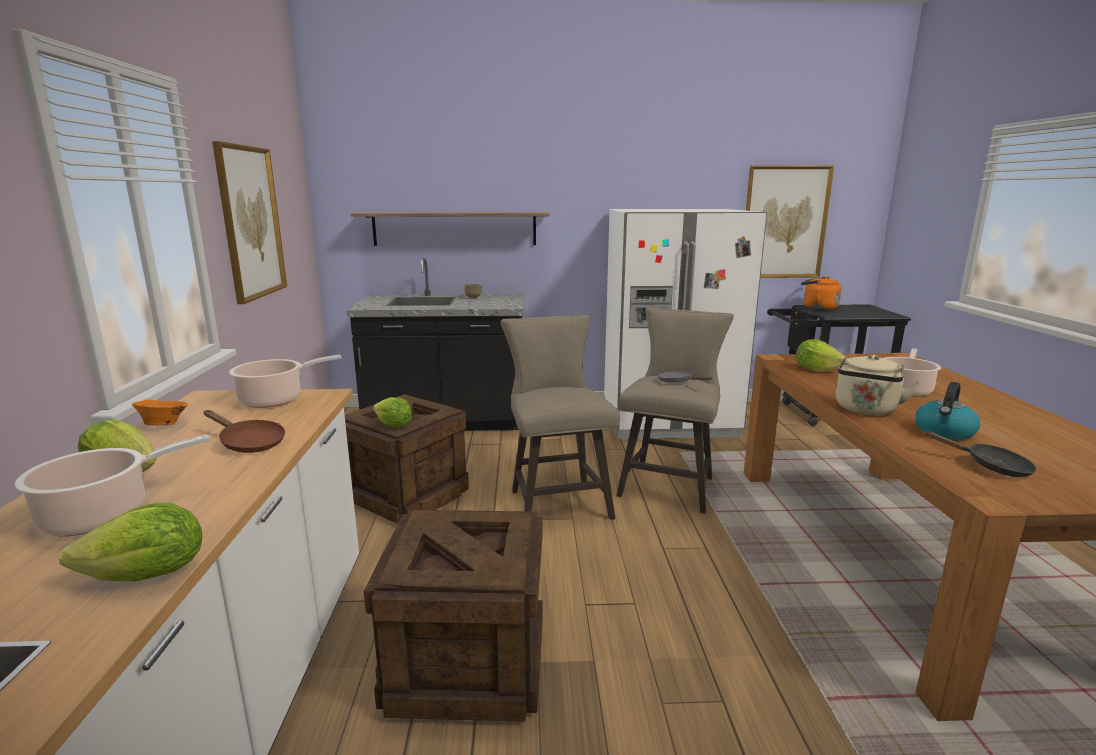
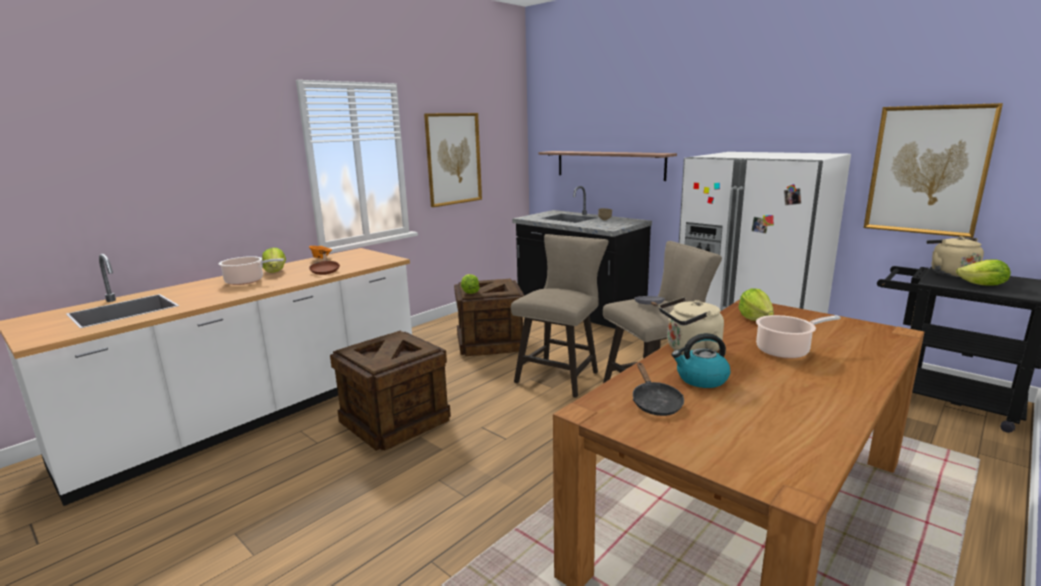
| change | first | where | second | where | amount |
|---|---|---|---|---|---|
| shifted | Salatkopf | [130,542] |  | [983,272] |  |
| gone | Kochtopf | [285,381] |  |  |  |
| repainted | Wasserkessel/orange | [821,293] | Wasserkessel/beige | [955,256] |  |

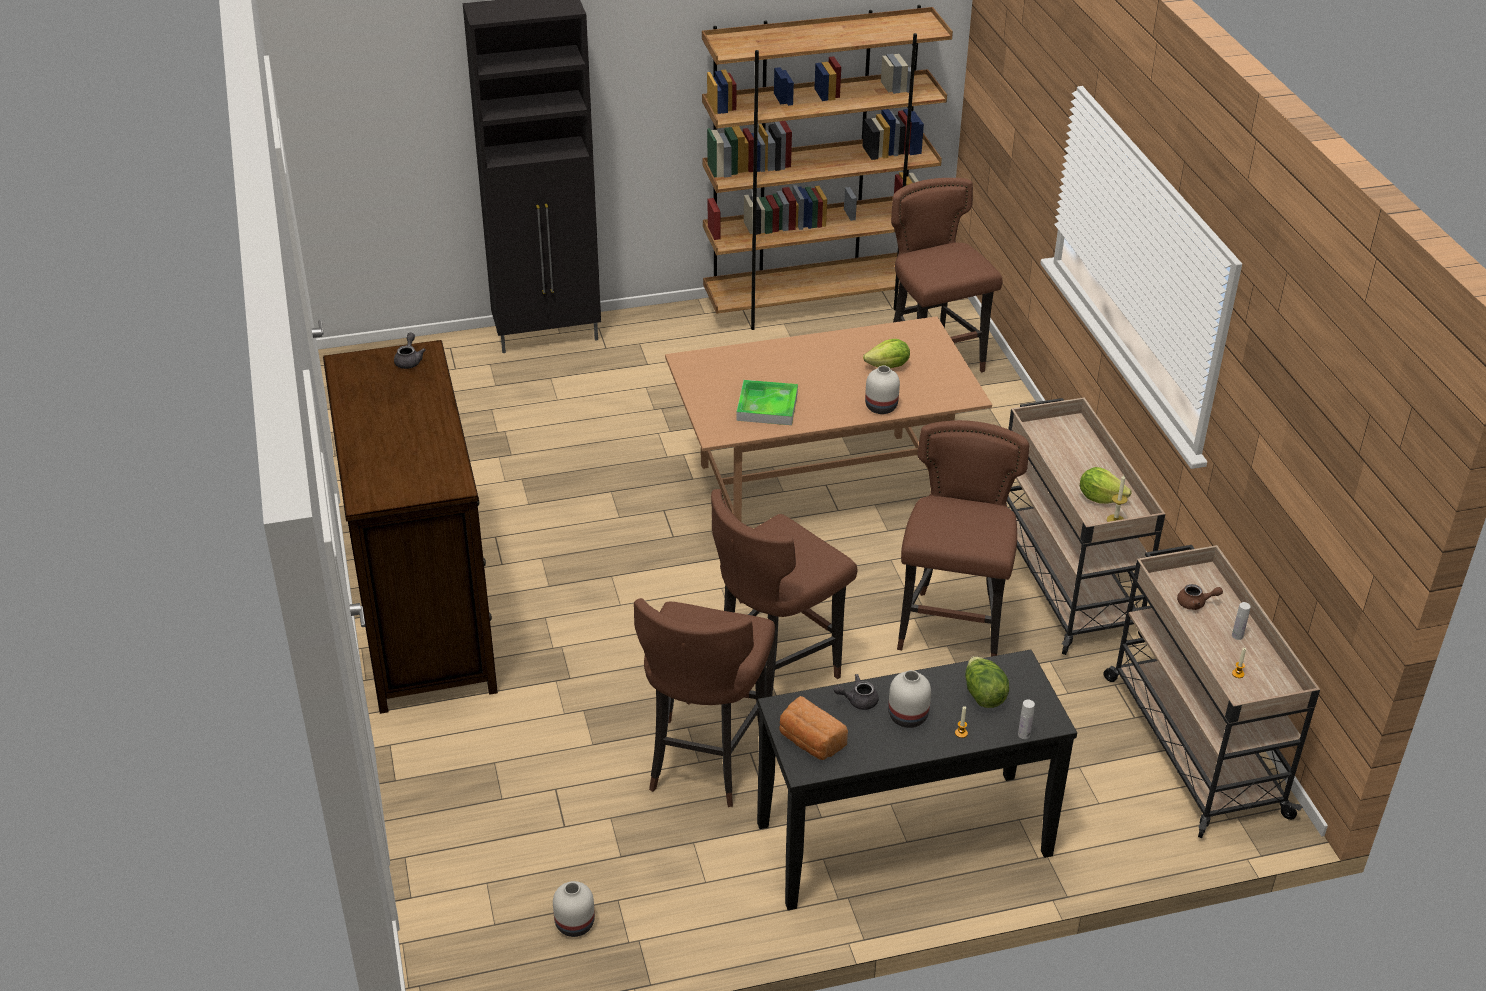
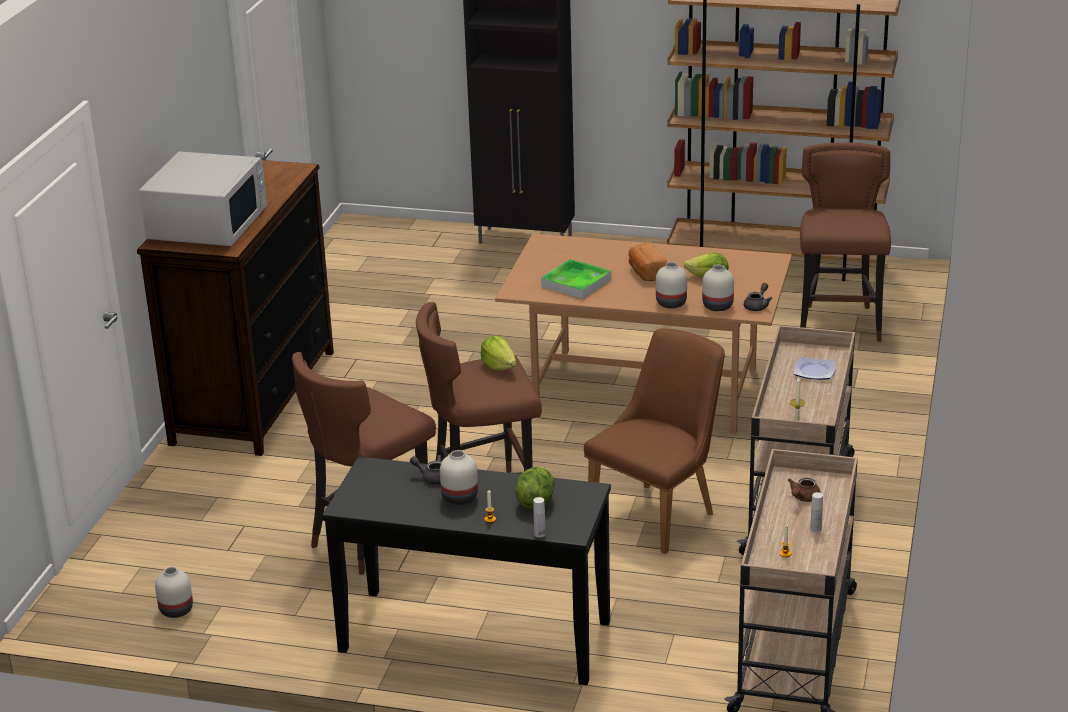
| change | first | where | second | where | amount |
|---|---|---|---|---|---|
| shifted | Teekanne/grau | [410,351] |  | [758,297] |  |
| shifted | Brot | [813,728] |  | [648,261] |  |
| swapped | Hocker/braun | [963,538] | Stuhl/braun | [654,441] |  |
| shifted | Salatkopf | [1105,485] |  | [499,353] |  |
| rotated | Teekanne/braun | [1200,597] |  | [804,490] | 90 degrees clockwise |
| new |  |  | Mikrowelle/weiß | [203,198] |  |
| new |  |  | Vase/weiß | [718,288] |  |
| new |  |  | Teller | [815,368] |  |

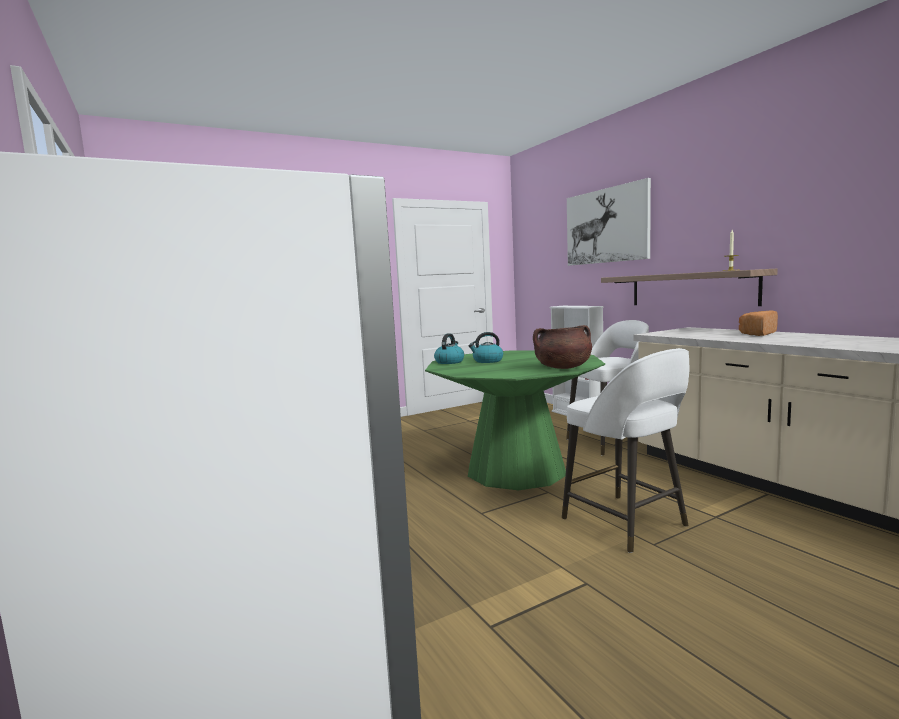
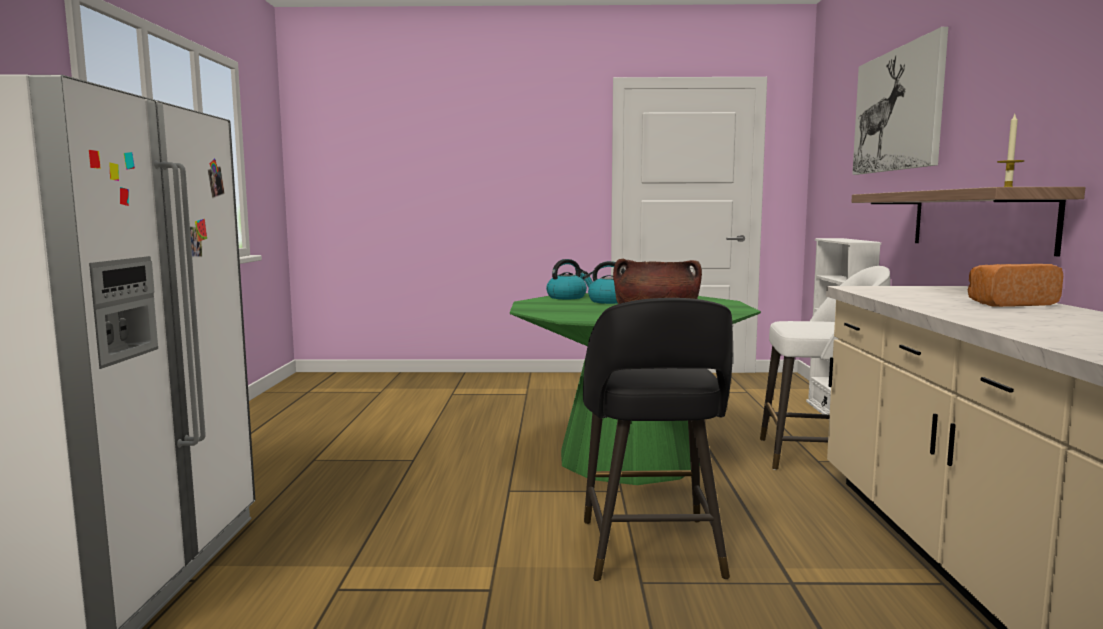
| change | first | where | second | where | amount |
|---|---|---|---|---|---|
| repainted | Hocker/weiß | [625,450] | Hocker/schwarz | [658,439] |  |

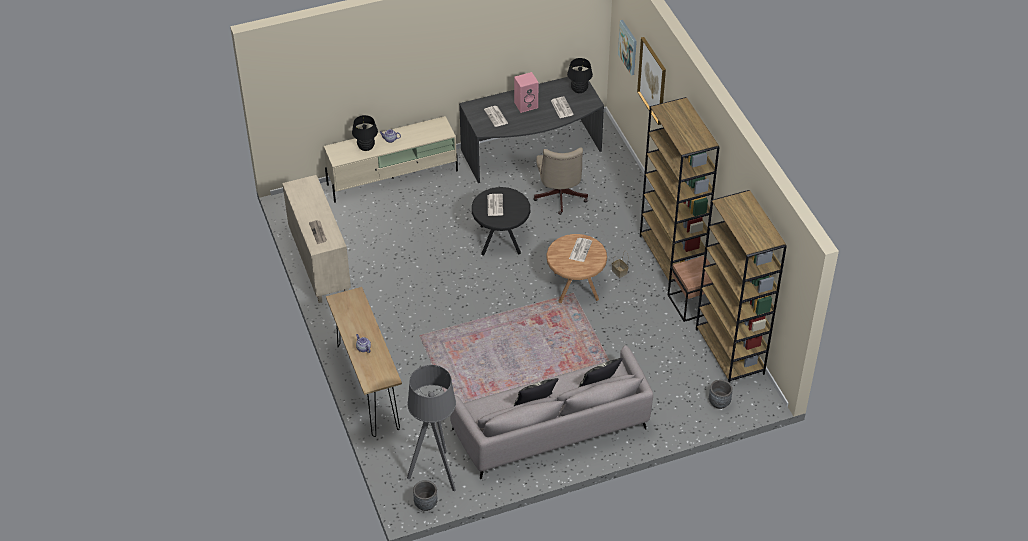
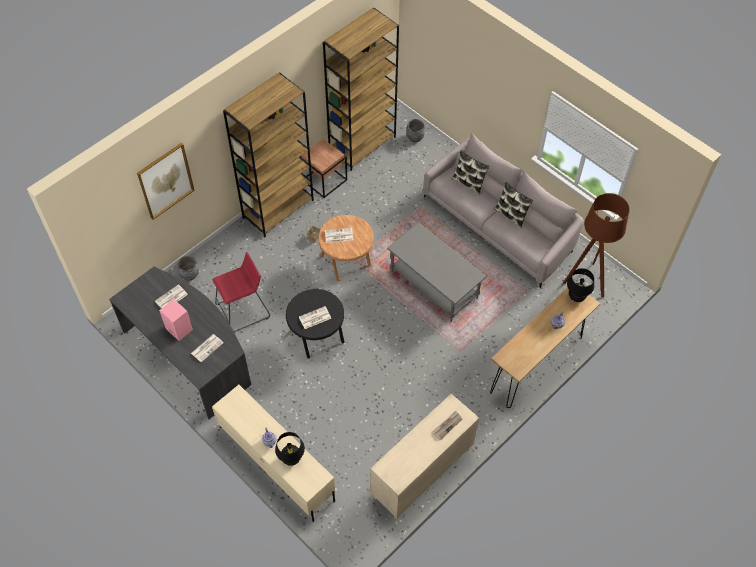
| change | first | where | second | where | amount |
|---|---|---|---|---|---|
| repainted | Stehlampe/grau | [431,428] | Stehlampe/braun | [596,245] |  |
| shifted | Pflanzkübel/grau | [425,495] |  | [188,268] |  |
| swapped | Bürostuhl/beige | [560,181] | Hocker/rot | [241,292] |  |
| shifted | Tischlampe/schwarz | [580,75] |  | [580,285] |  |
| gone | Bild | [627,48] |  |  |  |
| new |  |  | Couchtisch/grau | [437,272] |  |

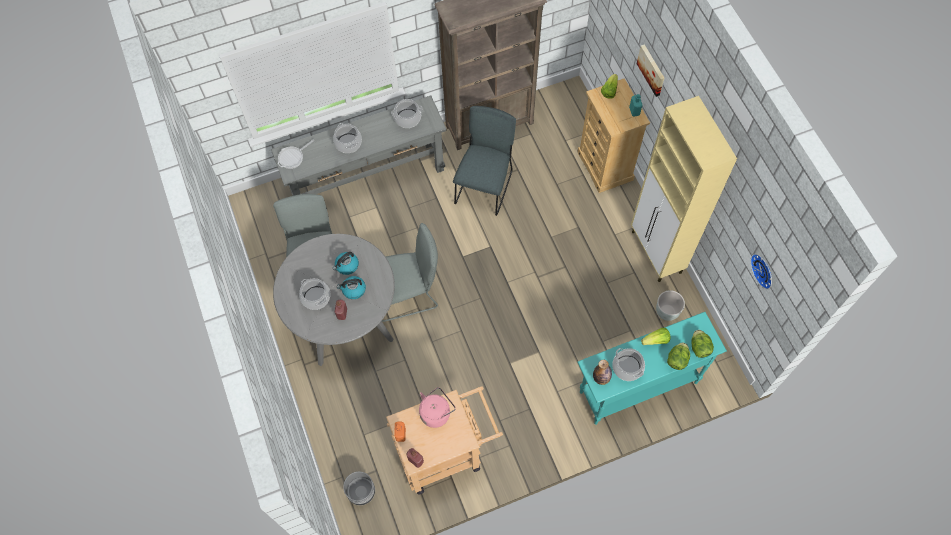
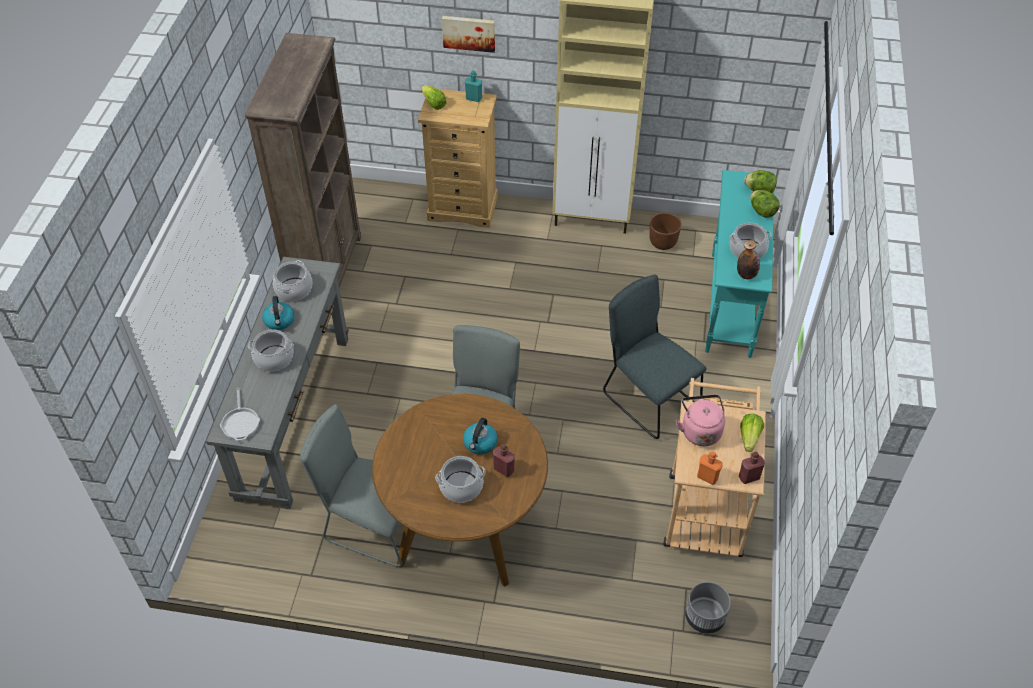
| change | first | where | second | where | amount |
|---|---|---|---|---|---|
| repainted | Esstisch/grau | [334,300] | Esstisch/braun | [460,490] |  |
| shifted | Wasserkessel | [346,263] |  | [278,313] |  |
| shifted | Stuhl/grau | [484,161] |  | [654,356] |  |
| shifted | Salatkopf | [656,336] |  | [752,432] |  |
| repainted | Pflanzkübel/grau | [670,305] | Pflanzkübel/braun | [665,231] |  |
| gone | Wanduhr | [761,271] |  |  |  |

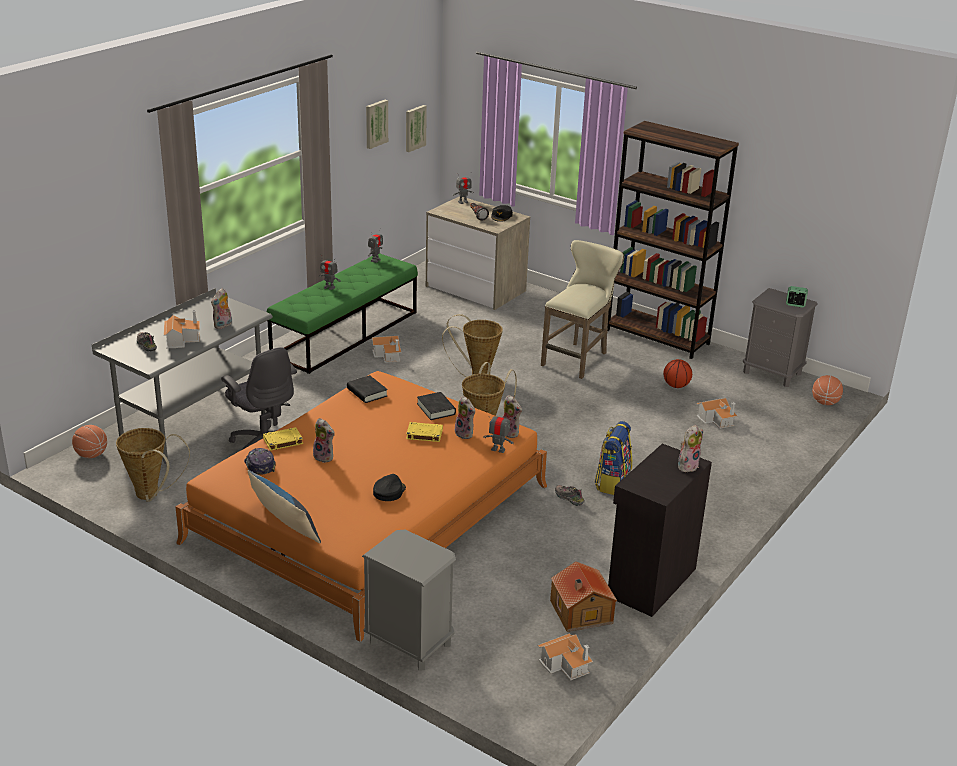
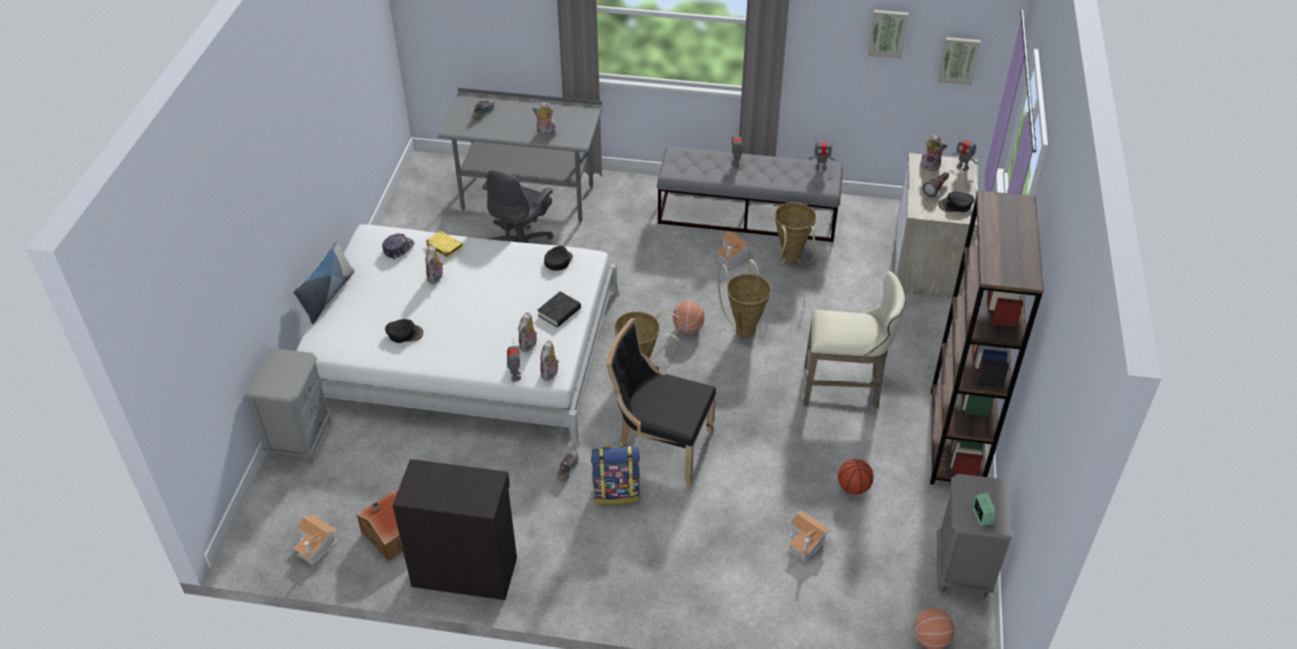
| change | first | where | second | where | amount |
|---|---|---|---|---|---|
| shifted | Basketball | [89,441] |  | [689,317] |  |
| shifted | Korb | [153,465] |  | [795,233] |  |
| gone | Spielzeughaus | [181,329] |  |  |  |
| repainted | Bett/orange | [361,506] | Bett/weiß | [457,335] |  |
| repainted | Bank/grün | [342,313] | Bank/grau | [750,194] |  |
| swapped | Buch/schwarz | [367,389] | Kappe/schwarz | [558,258] |  |
| gone | Buch/gelb | [424,432] |  |  |  |
| shifted | Plüschtier | [690,448] |  | [934,153] |  |
| new |  |  | Stuhl/schwarz | [661,401] |  |

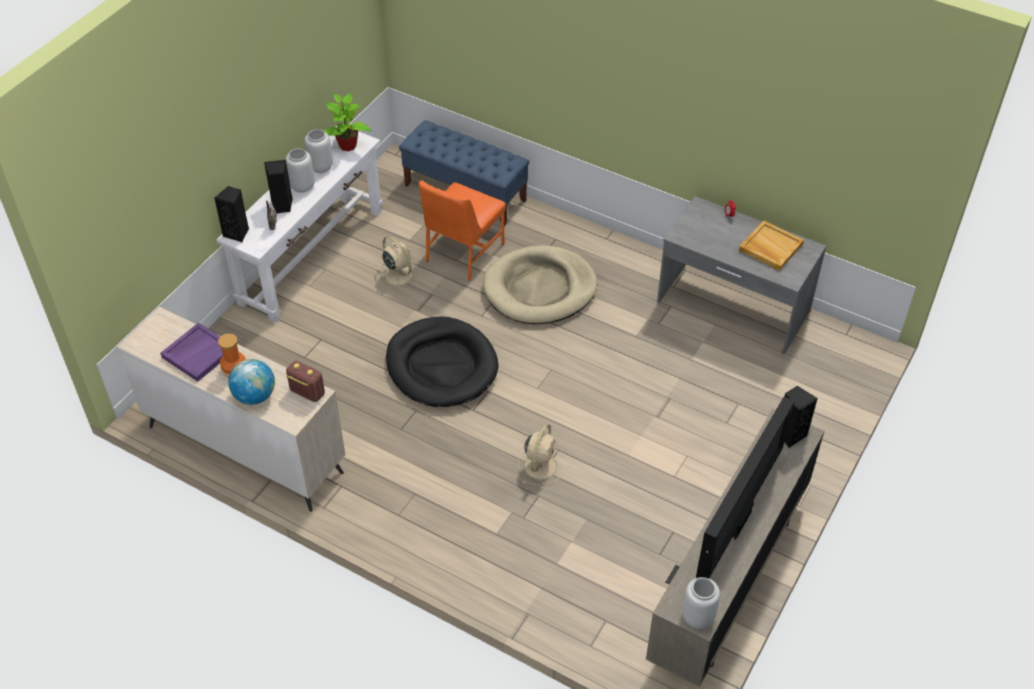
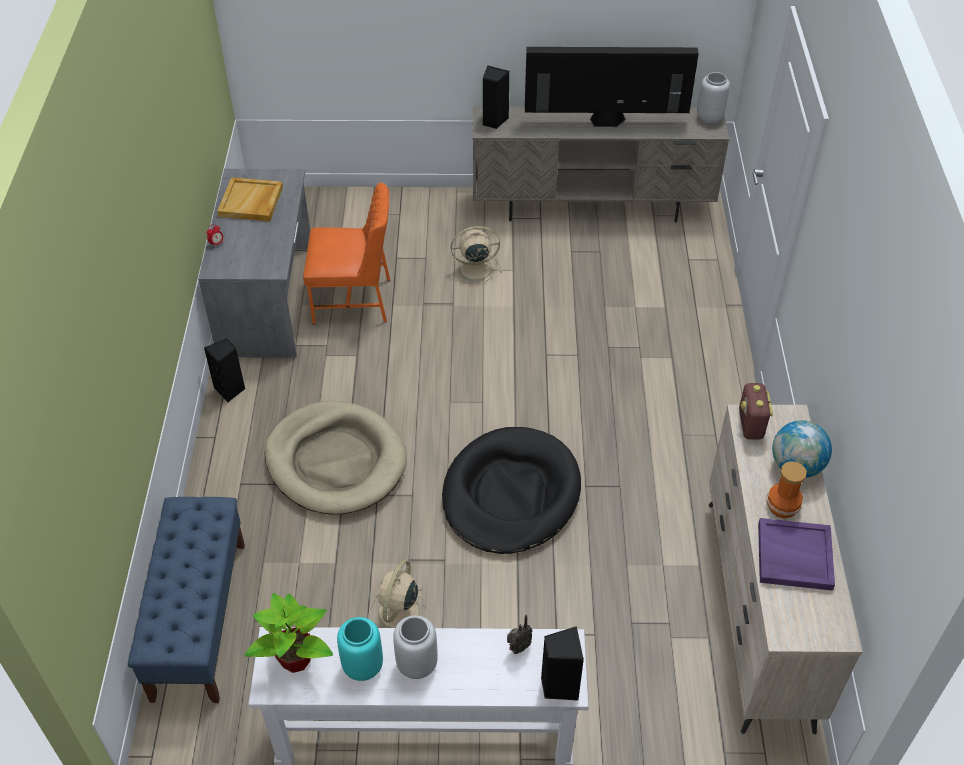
| change | first | where | second | where | amount |
|---|---|---|---|---|---|
| shifted | Lautsprecher/schwarz | [278,187] |  | [224,371] |  |
| repainted | Vase/grau | [318,151] | Vase/türkis | [360,649] |  |
| shifted | Stuhl/orange | [462,230] |  | [346,253] |  |
| shifted | Ventilator/beige | [541,455] |  | [476,256] |  |

